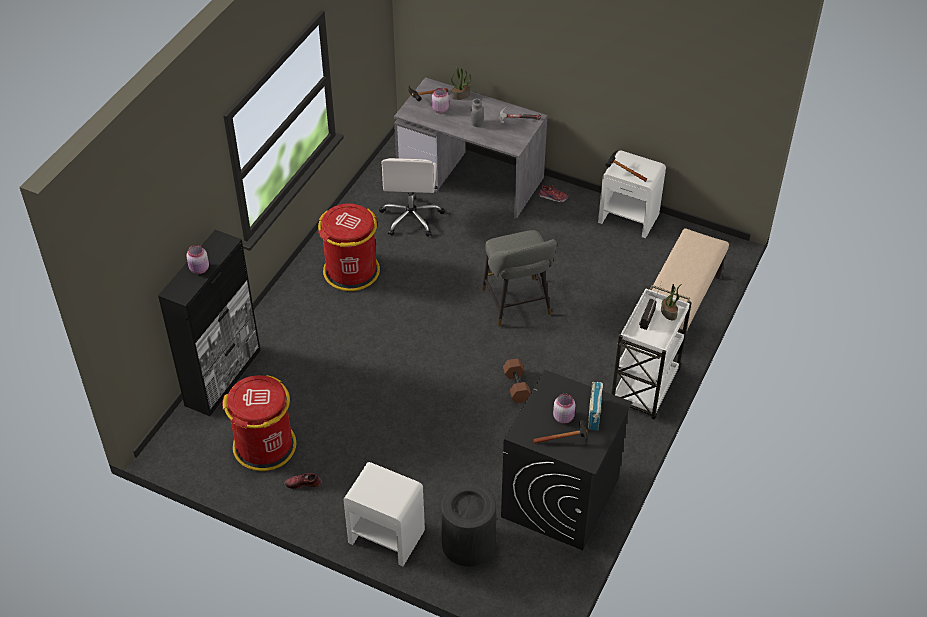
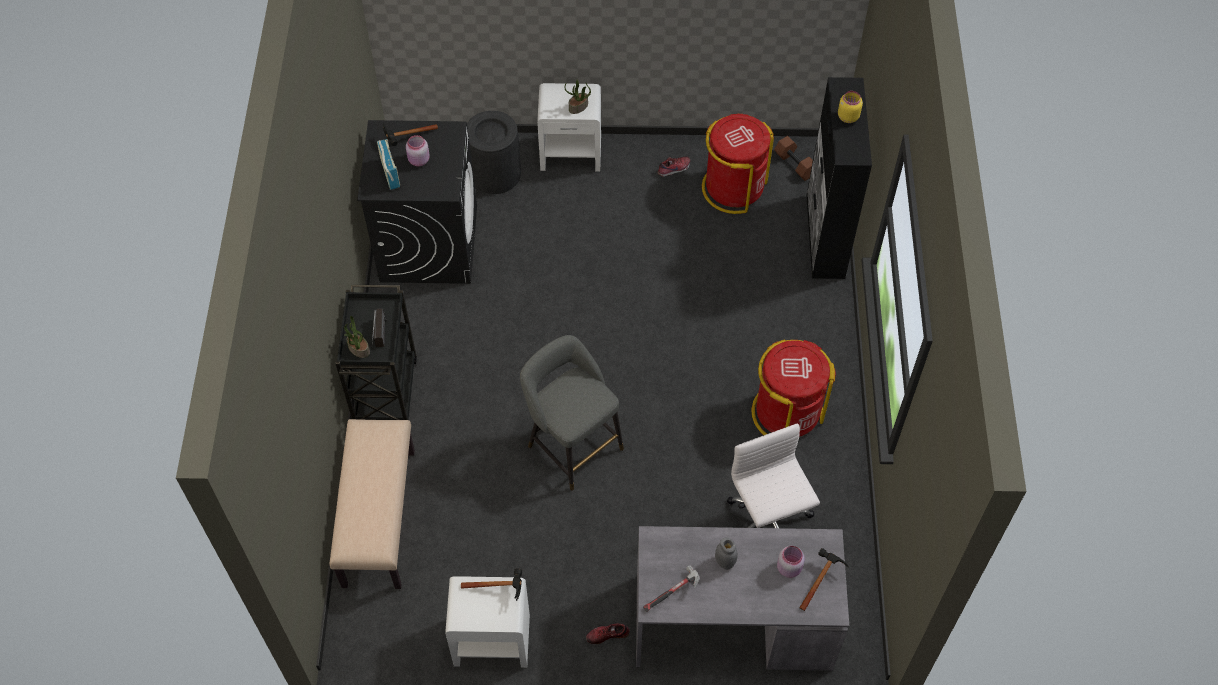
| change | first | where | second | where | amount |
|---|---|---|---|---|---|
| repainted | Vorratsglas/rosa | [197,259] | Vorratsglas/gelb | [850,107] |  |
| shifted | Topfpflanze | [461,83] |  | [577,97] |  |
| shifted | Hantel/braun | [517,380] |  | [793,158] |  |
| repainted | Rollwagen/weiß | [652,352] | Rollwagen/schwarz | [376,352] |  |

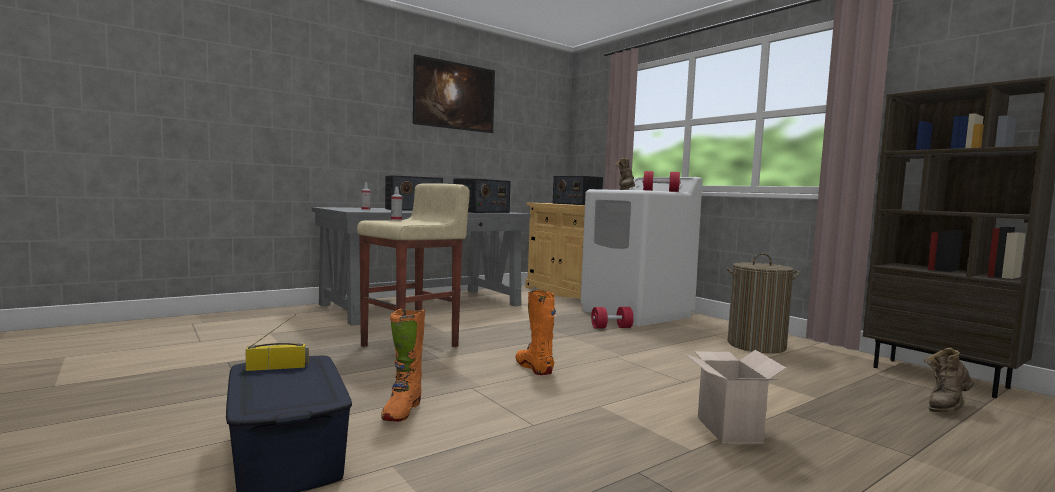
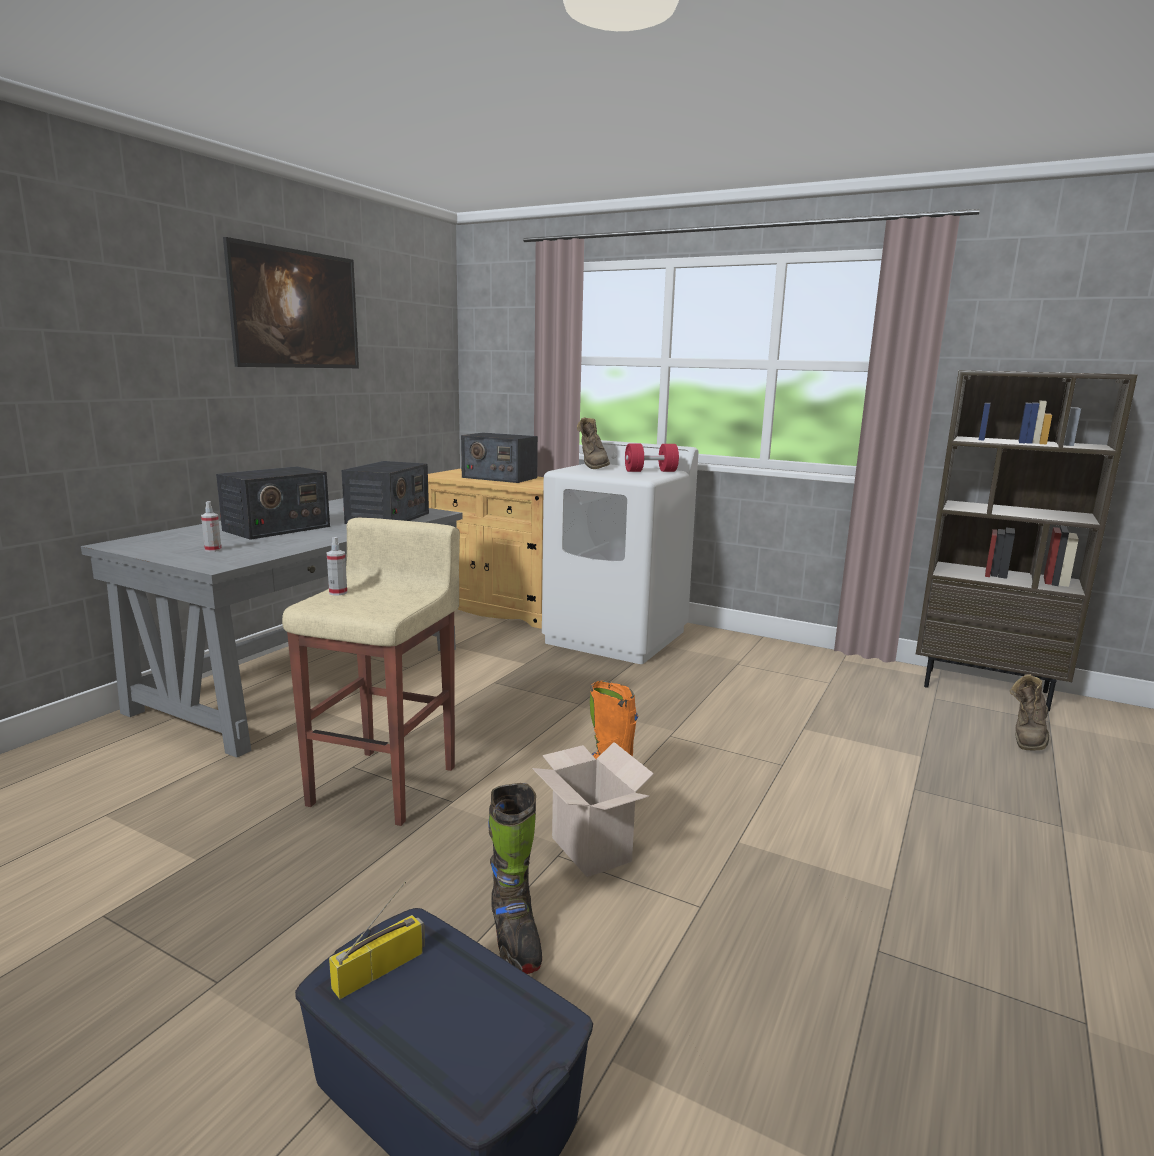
| change | first | where | second | where | amount |
|---|---|---|---|---|---|
| repainted | Stiefel/orange | [403,365] | Stiefel/schwarz | [515,878] |  |
| gone | Hantel/rot | [612,318] |  |  |  |
| shifted | Karton | [735,396] |  | [593,809] |  |
| gone | Wäschekorb | [762,303] |  |  |  |

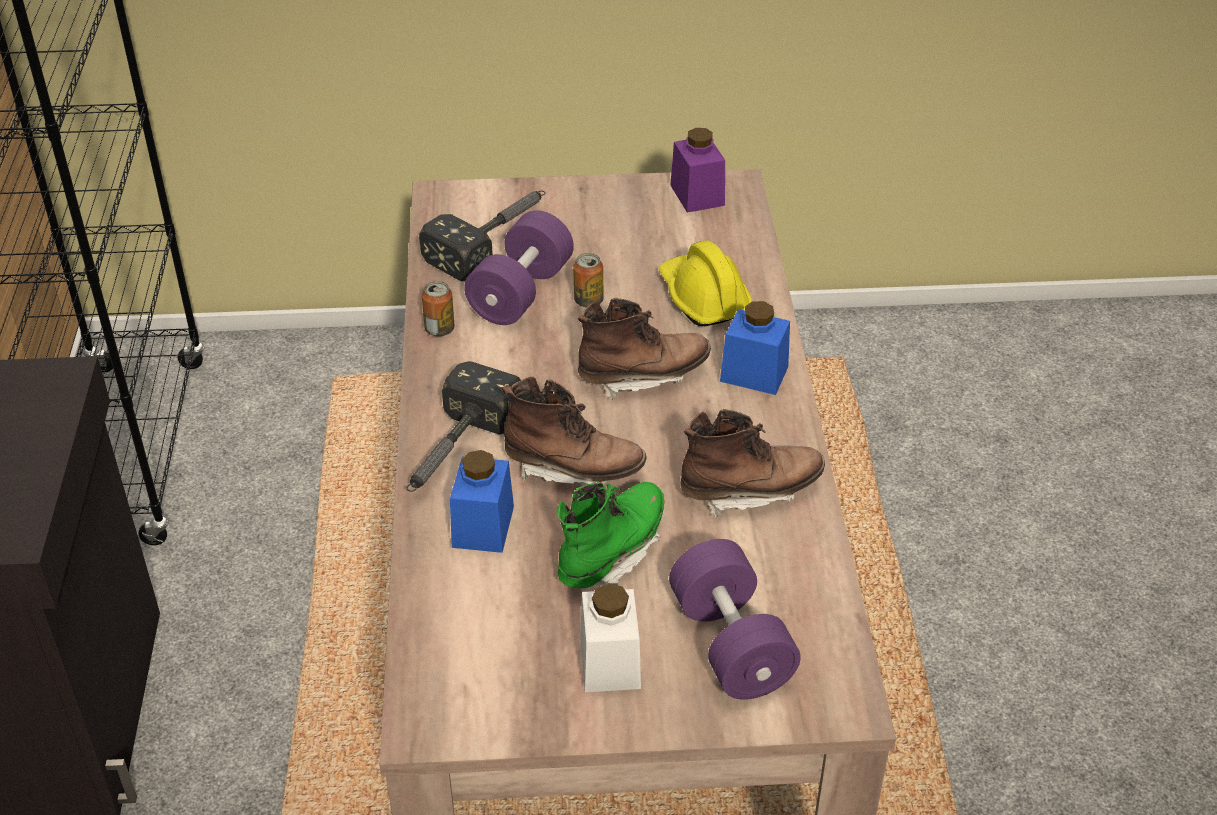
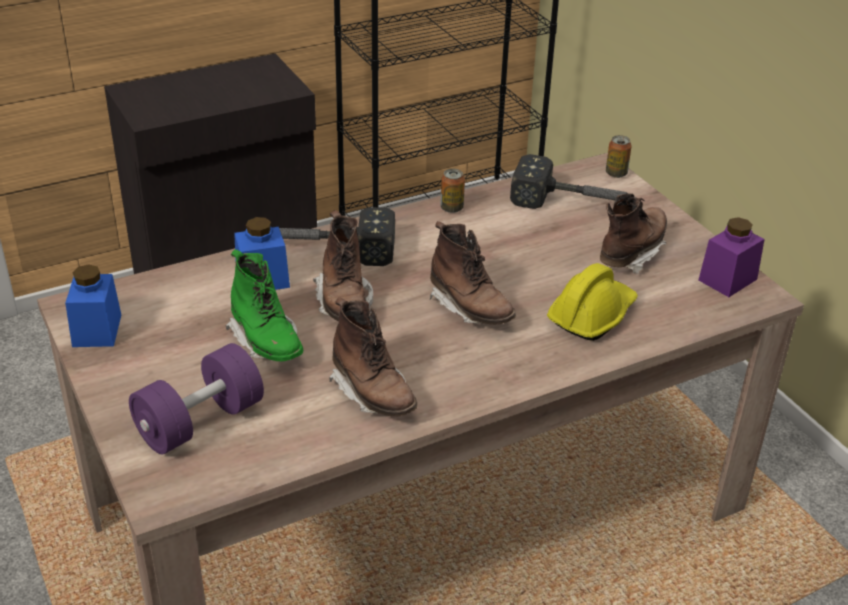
| change | first | where | second | where | amount |
|---|---|---|---|---|---|
| gone | Hantel/lila | [519,267] |  |  |  |
| rotated | Stiefel/grün | [610,535] |  | [264,306] | 45 degrees clockwise |
| shifted | Dose | [588,280] |  | [619,156] |  |
| gone | Vorratsglas/weiß | [610,637] |  |  |  |
| shifted | Vorratsglas/blau | [755,348] |  | [93,305] |  |
| new |  |  | Stiefel/braun | [633,234] |  |

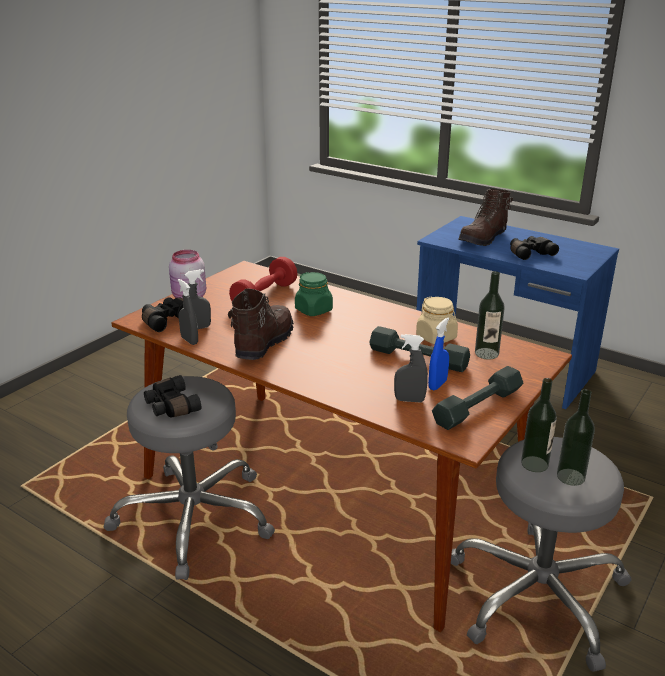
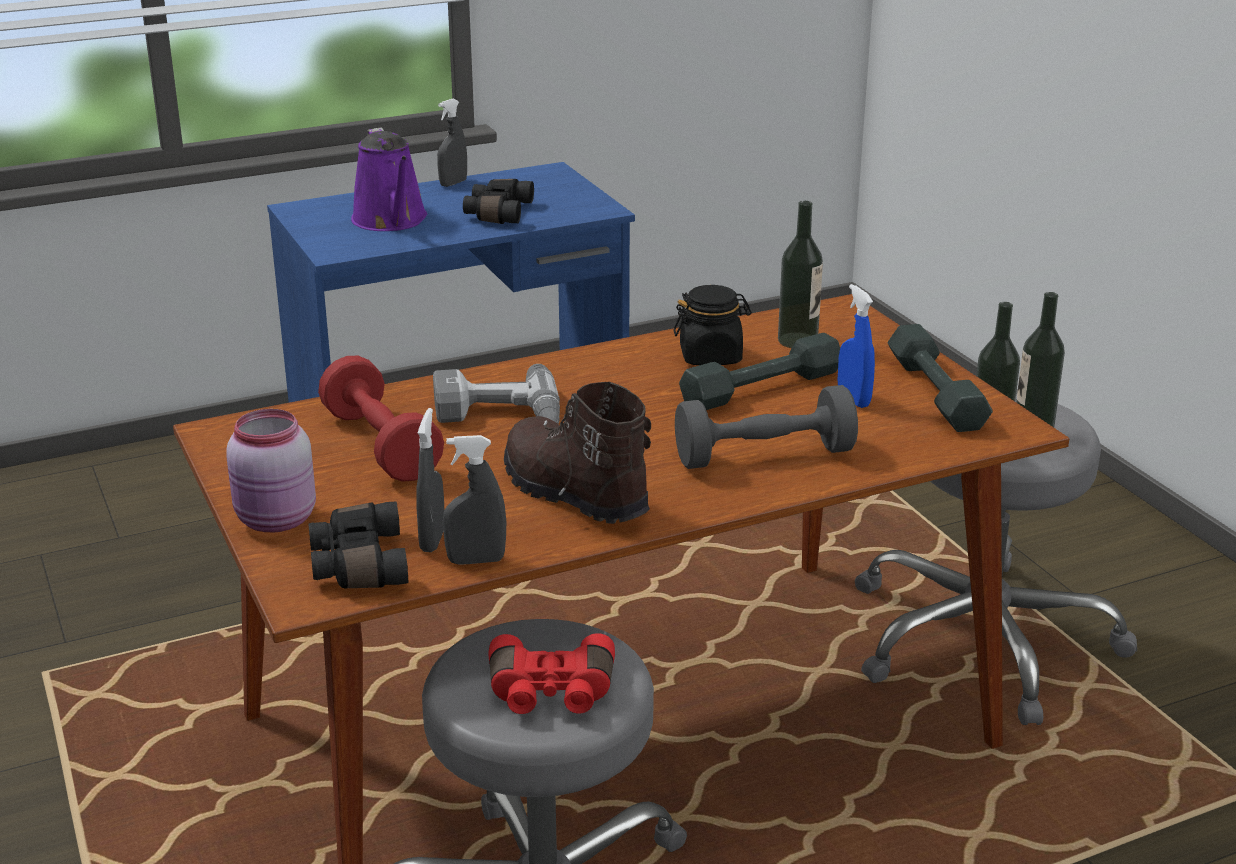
| change | first | where | second | where | amount |
|---|---|---|---|---|---|
| repainted | Fernglas/schwarz | [172,396] | Fernglas/rot | [551,673] |  |
| swapped | Vorratsglas/grün | [314,294] | Bohrmaschine | [496,394] |  |
| shifted | Sprühflasche/grau | [411,368] |  | [452,143] |  |
| repainted | Vorratsglas/beige | [437,320] | Vorratsglas/schwarz | [712,325] |  |
| swapped | Stiefel/braun | [485,217] | Gießkanne/lila | [389,179] |  |
| new |  |  | Hantel/grau | [766,427] |  |

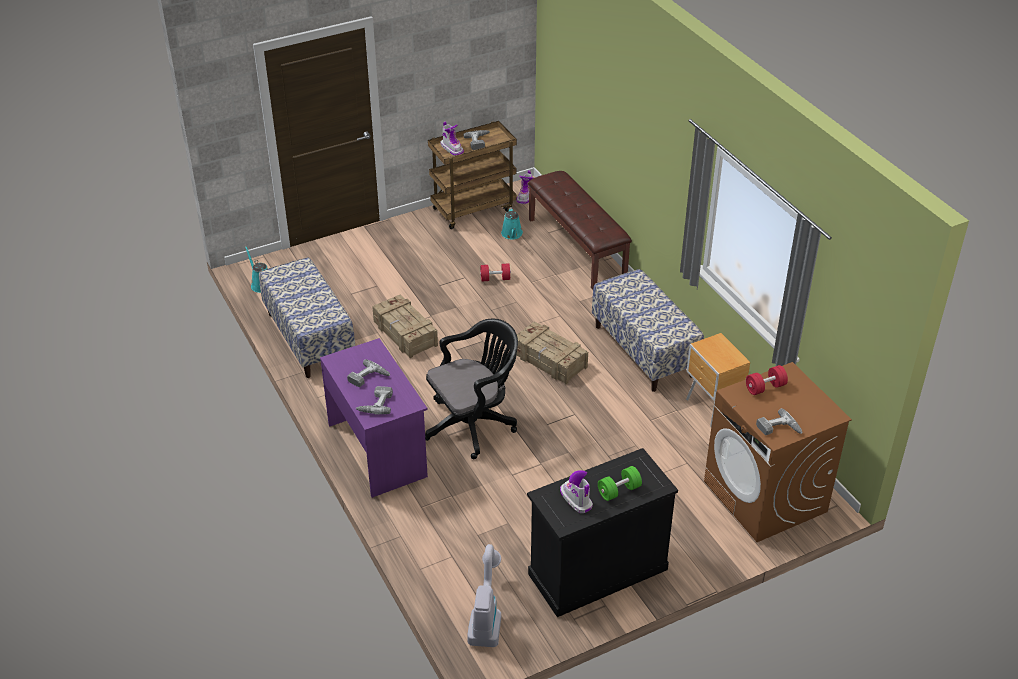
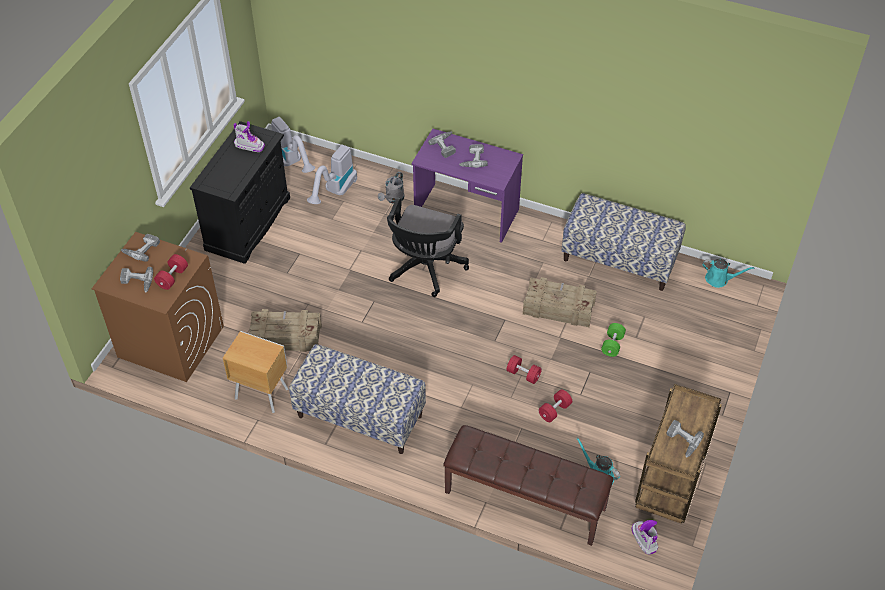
| change | first | where | second | where | amount |
|---|---|---|---|---|---|
| gone | Stiefel | [452,138] |  |  |  |
| shifted | Kiste | [552,352] |  | [285,330] |  |
| shifted | Hantel/grün | [620,483] |  | [613,340] |  |
| new |  |  | Bohrmaschine | [136,280] |  |
| new |  |  | Staubsauger | [332,174] |  |
| new |  |  | Gießkanne/grau | [391,187] |  |
| new |  |  | Hantel/rot | [524,369] |  |

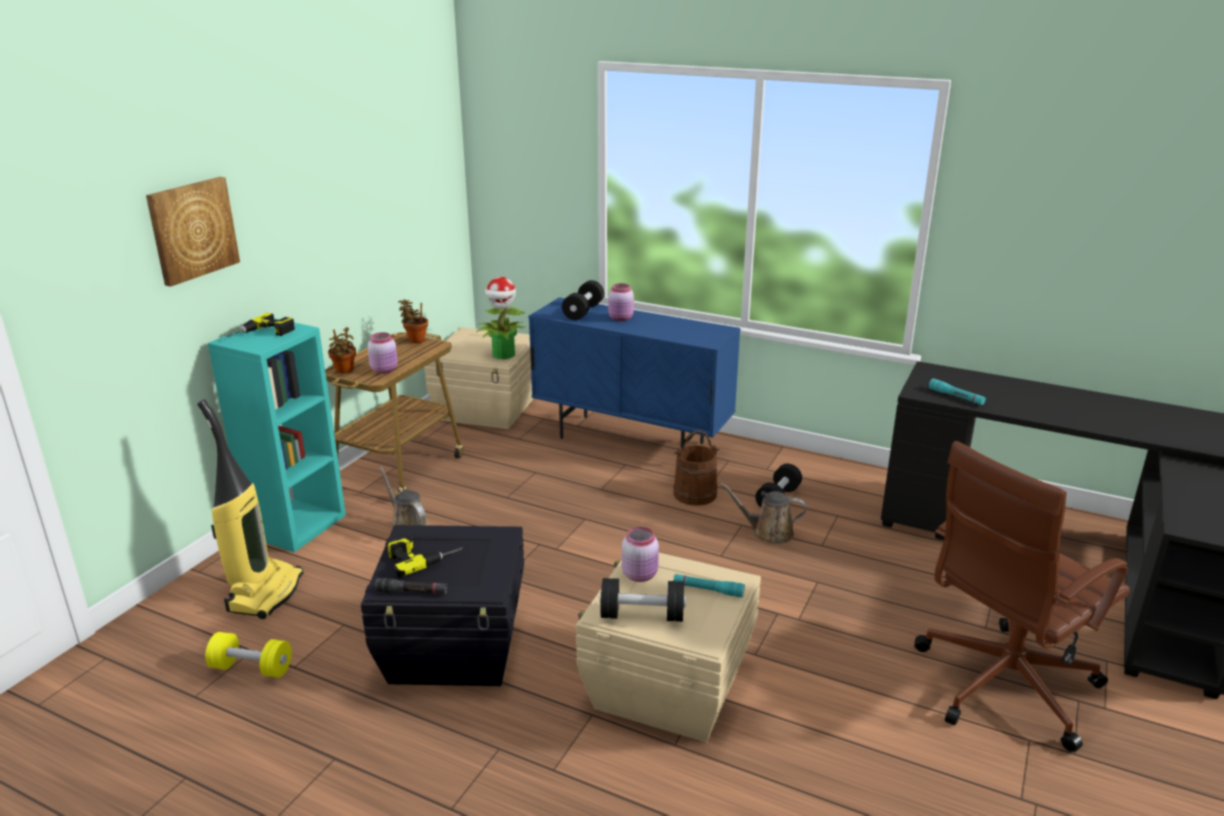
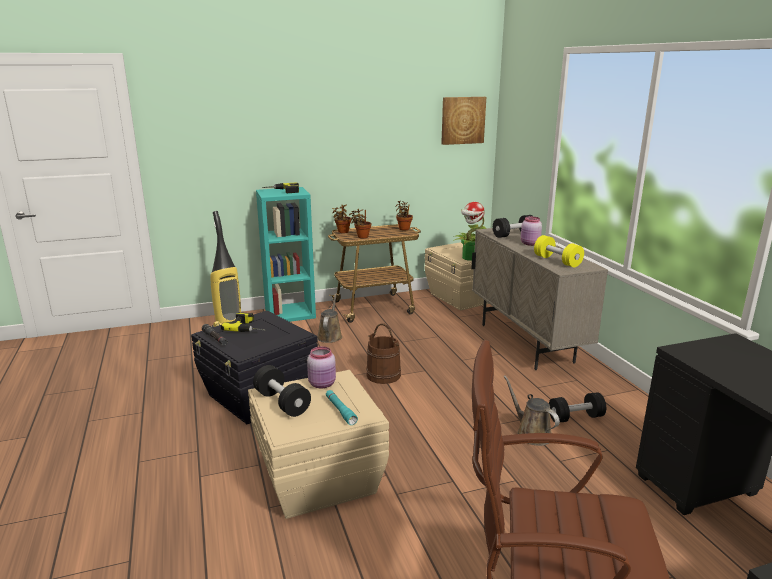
| change | first | where | second | where | amount |
|---|---|---|---|---|---|
| shifted | Bild | [193,232] |  | [463,121] |  |
| shifted | Hantel/gelb | [248,655] |  | [559,251] |  |
| swapped | Vorratsglas/rosa | [382,353] | Topfpflanze | [360,223] |  |
| repainted | Schrank/blau | [634,372] | Schrank/beige | [539,299] |  |
| shifted | Eimer/braun | [696,468] |  | [383,353] |  |
| gone | Taschenlampe/türkis | [957,392] |  |  |  |

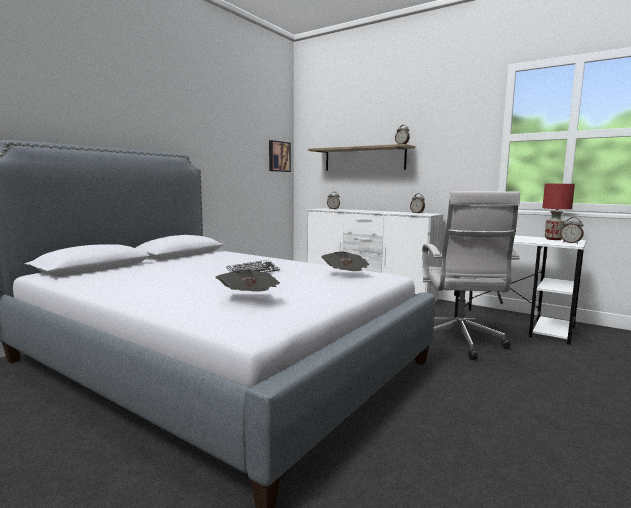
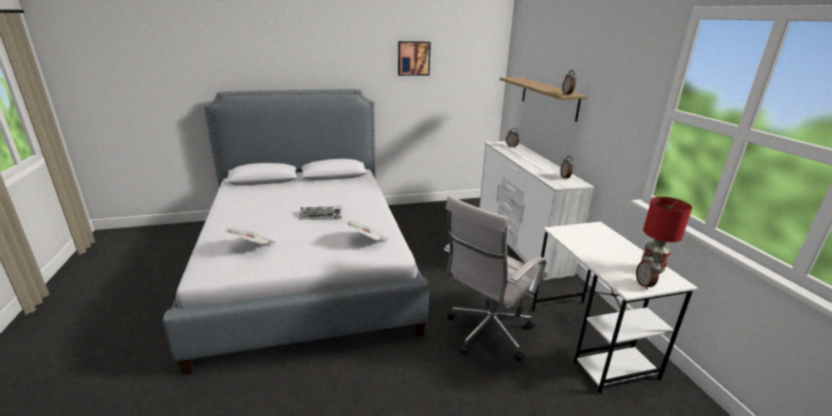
| change | first | where | second | where | amount |
|---|---|---|---|---|---|
| shifted | Bild | [280,156] |  | [414,58] |  |

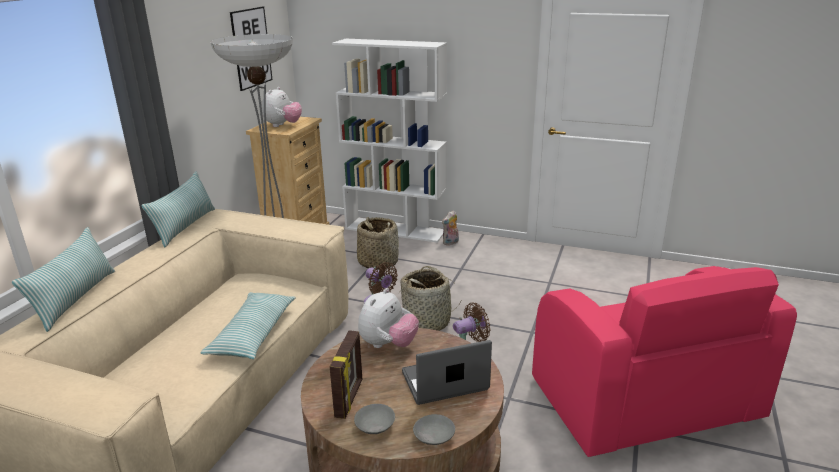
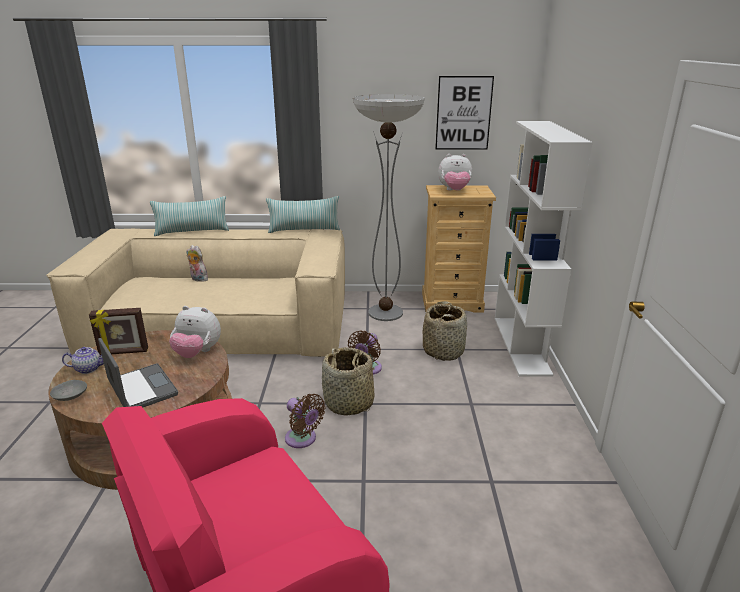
| change | first | where | second | where | amount |
|---|---|---|---|---|---|
| gone | Kissen | [248,325] |  |  |  |
| swapped | Schüssel/grau | [374,419] | Teekanne | [83,360] |  |
| shifted | Plüschtier | [450,228] |  | [197,263] |  |

